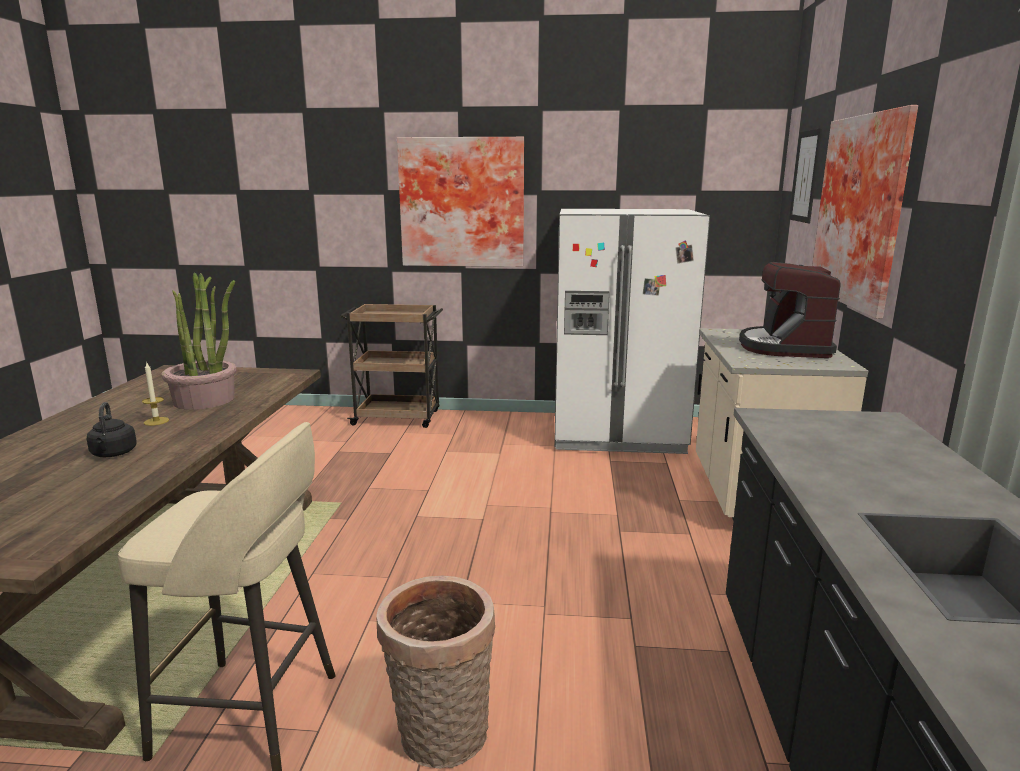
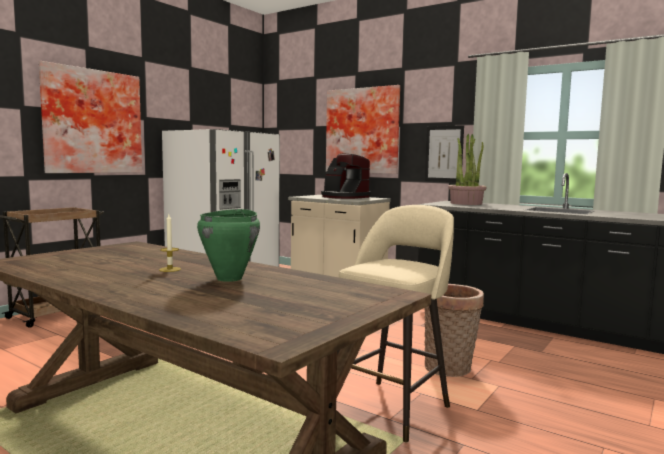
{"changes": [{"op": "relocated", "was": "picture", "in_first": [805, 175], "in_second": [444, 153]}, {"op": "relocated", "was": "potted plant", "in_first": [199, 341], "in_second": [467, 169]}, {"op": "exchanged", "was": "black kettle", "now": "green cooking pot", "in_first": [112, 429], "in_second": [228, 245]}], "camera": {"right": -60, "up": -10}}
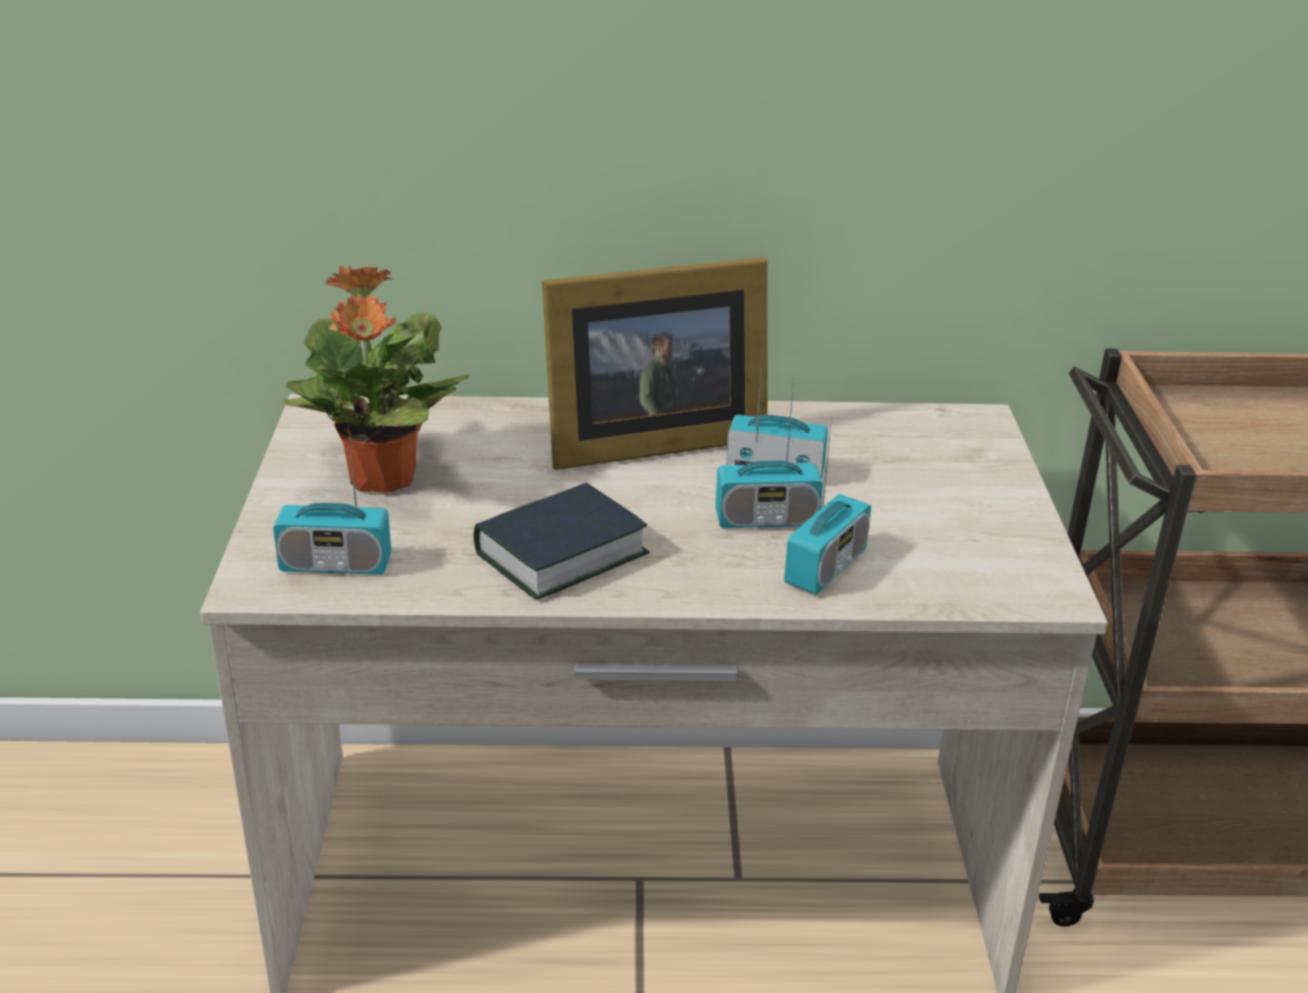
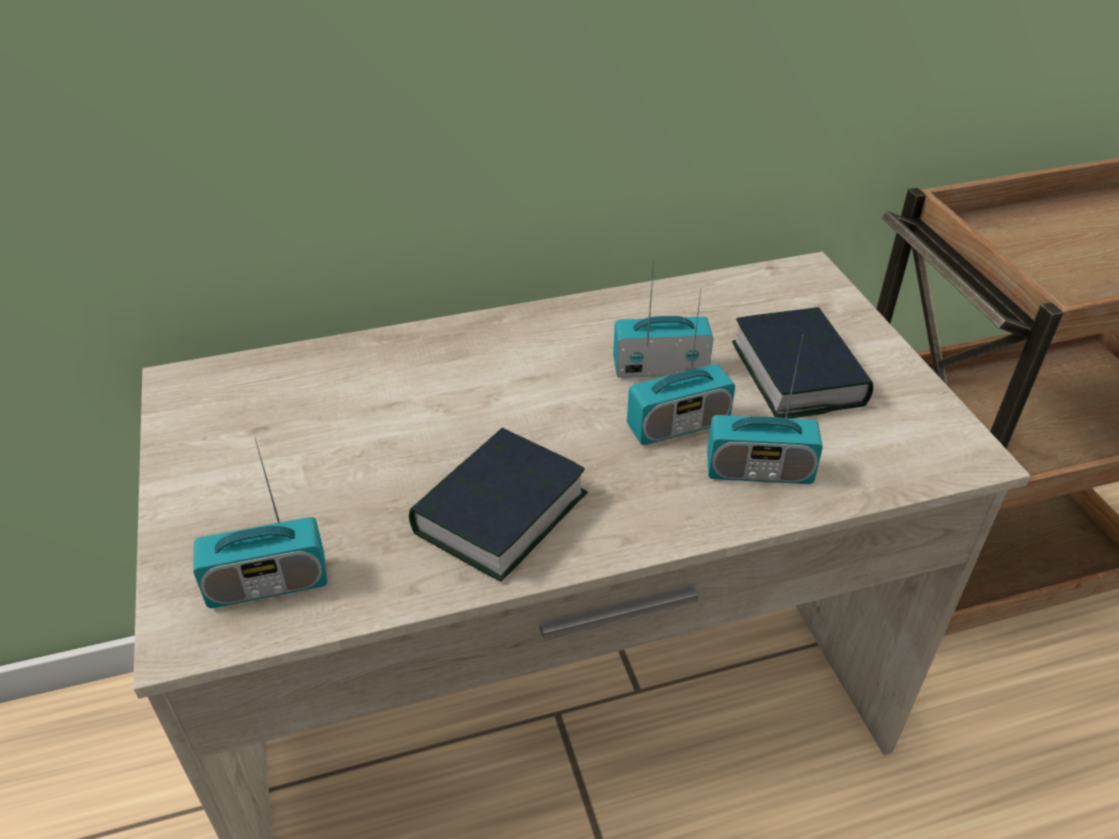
{"changes": [{"op": "missing", "was": "picture frame", "in_first": [655, 363]}, {"op": "missing", "was": "potted plant", "in_first": [375, 379]}, {"op": "spun", "was": "radio", "in_first": [827, 505], "in_second": [765, 410], "clockwise": 75}, {"op": "appeared", "now": "book", "in_second": [802, 362]}], "camera": {"right": -15, "up": 10}}
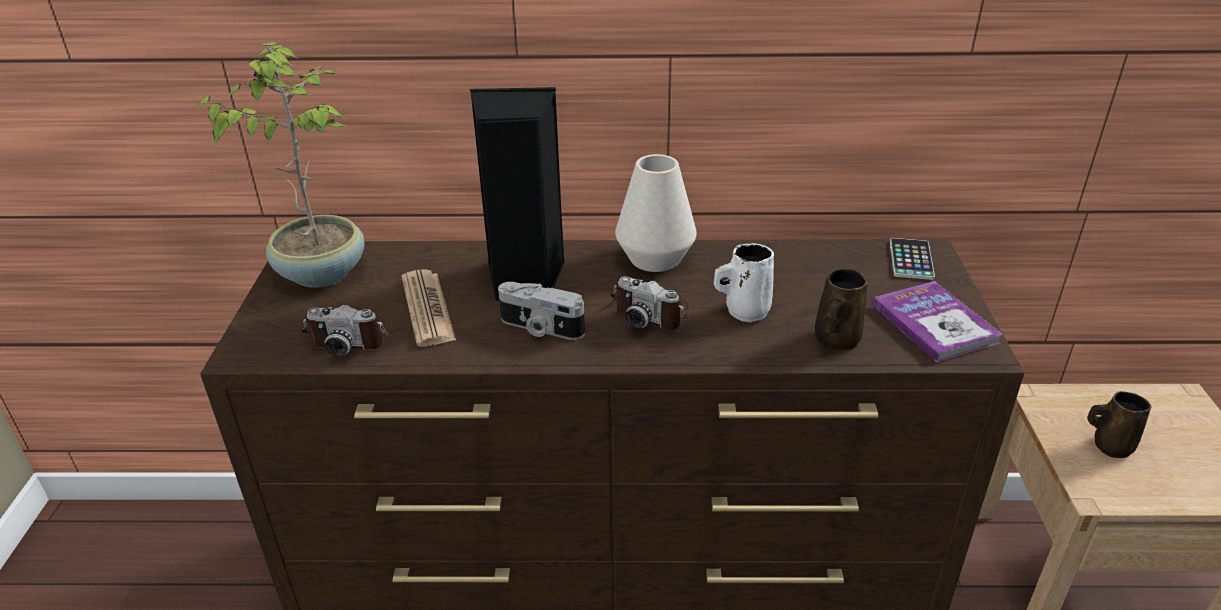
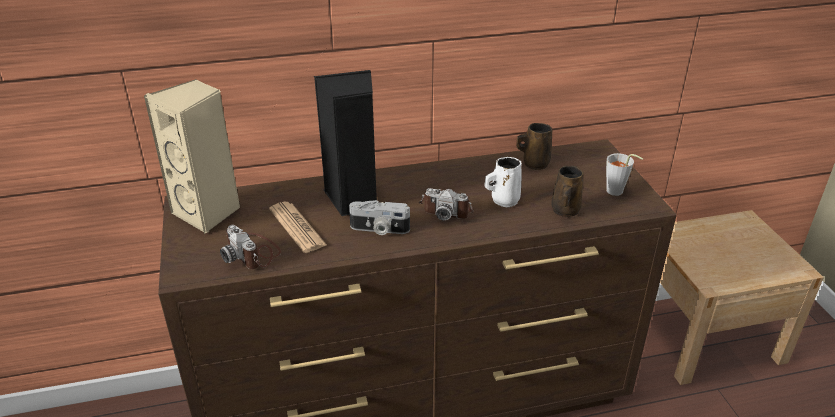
{"changes": [{"op": "exchanged", "was": "potted plant", "now": "beige speaker", "in_first": [280, 165], "in_second": [192, 156]}, {"op": "missing", "was": "white vase", "in_first": [656, 213]}, {"op": "missing", "was": "phone", "in_first": [912, 259]}, {"op": "exchanged", "was": "book", "now": "grey cup", "in_first": [937, 321], "in_second": [624, 174]}, {"op": "spun", "was": "photo camera", "in_first": [346, 330], "in_second": [250, 247], "clockwise": 60}, {"op": "relocated", "was": "brown mug", "in_first": [1119, 424], "in_second": [534, 146]}], "camera": {"right": -15, "up": 0}}
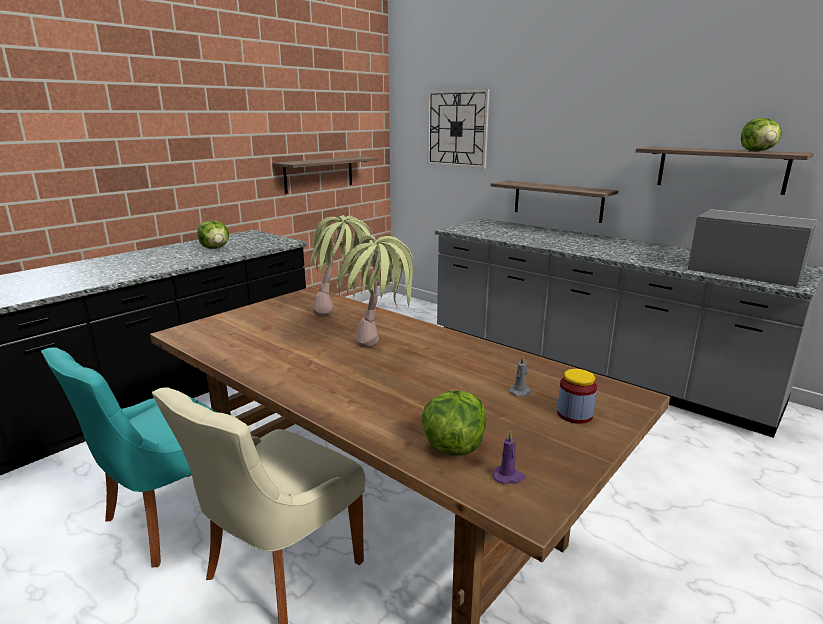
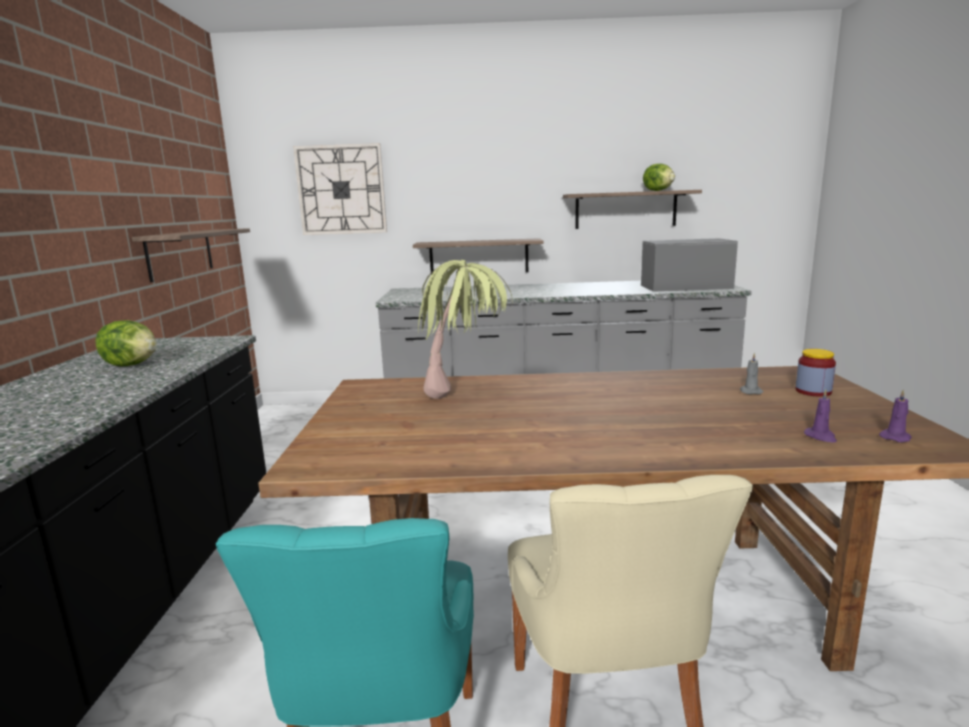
{"changes": [{"op": "missing", "was": "potted plant", "in_first": [376, 291]}, {"op": "exchanged", "was": "lettuce", "now": "purple candle", "in_first": [453, 423], "in_second": [820, 415]}], "camera": {"right": -40, "up": -5}}
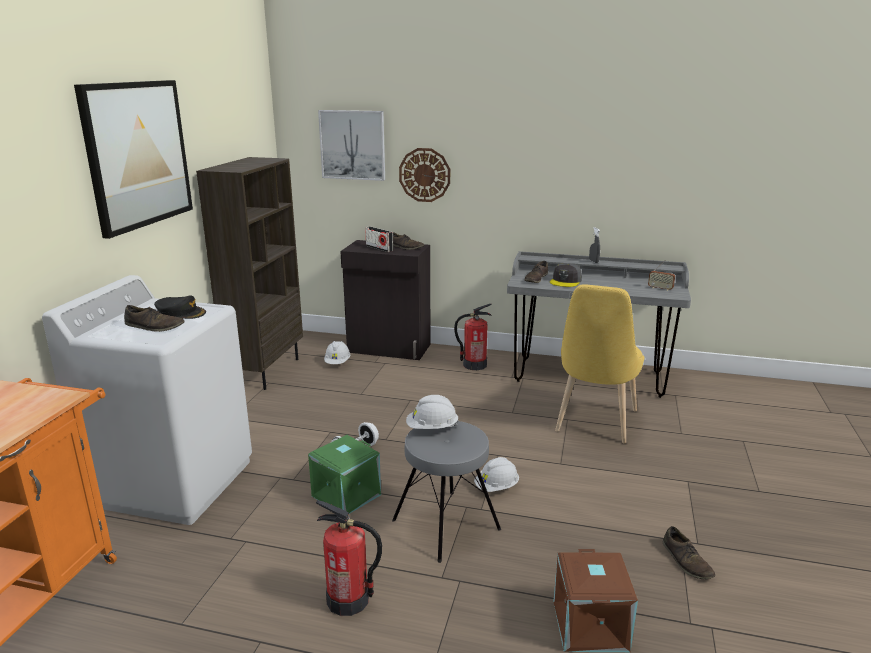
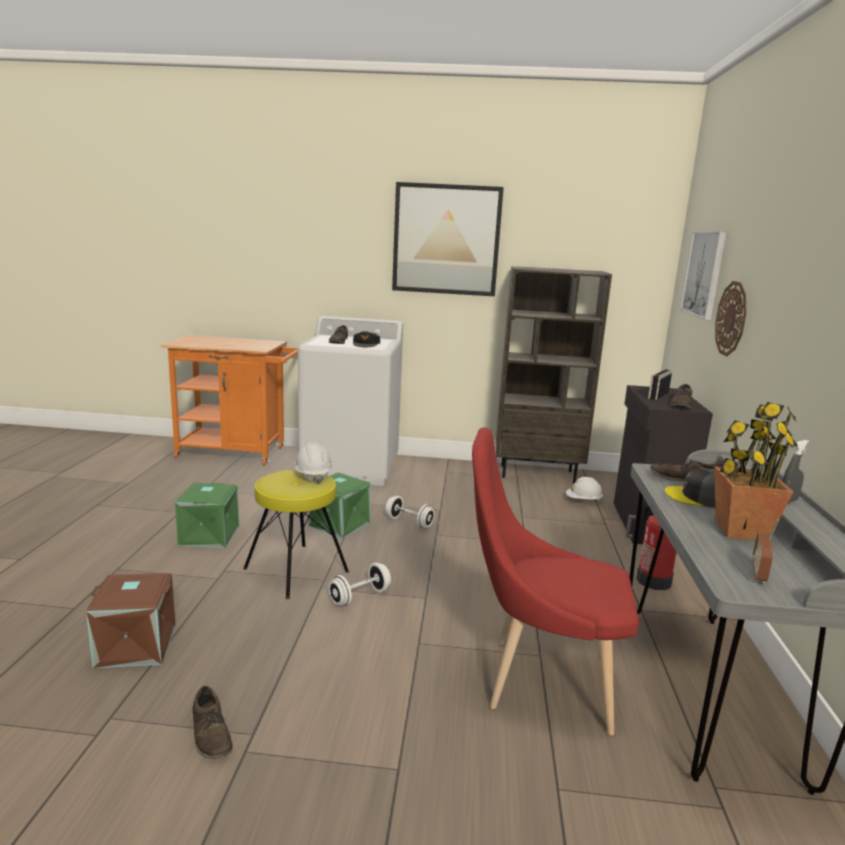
{"changes": [{"op": "colour", "was": "yellow chair", "now": "red chair", "in_first": [600, 364], "in_second": [555, 581]}, {"op": "colour", "was": "grey stool", "now": "yellow stool", "in_first": [446, 492], "in_second": [296, 534]}, {"op": "exchanged", "was": "white hard hat", "now": "white dumbbell", "in_first": [496, 474], "in_second": [360, 584]}, {"op": "exchanged", "was": "fire extinguisher", "now": "green storage box", "in_first": [349, 558], "in_second": [207, 515]}, {"op": "spun", "was": "brown shoe", "in_first": [689, 553], "in_second": [213, 722], "clockwise": -90}, {"op": "appeared", "now": "potted plant", "in_second": [756, 471]}], "camera": {"right": 80, "up": -5}}
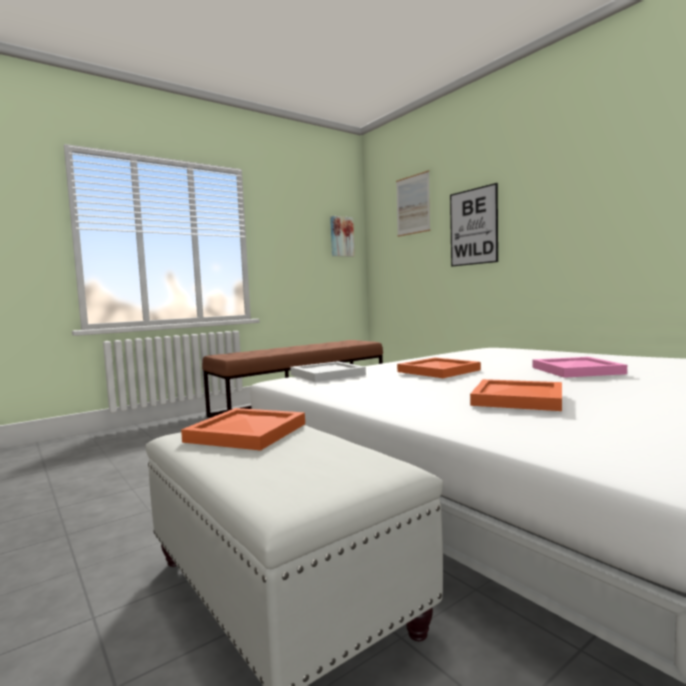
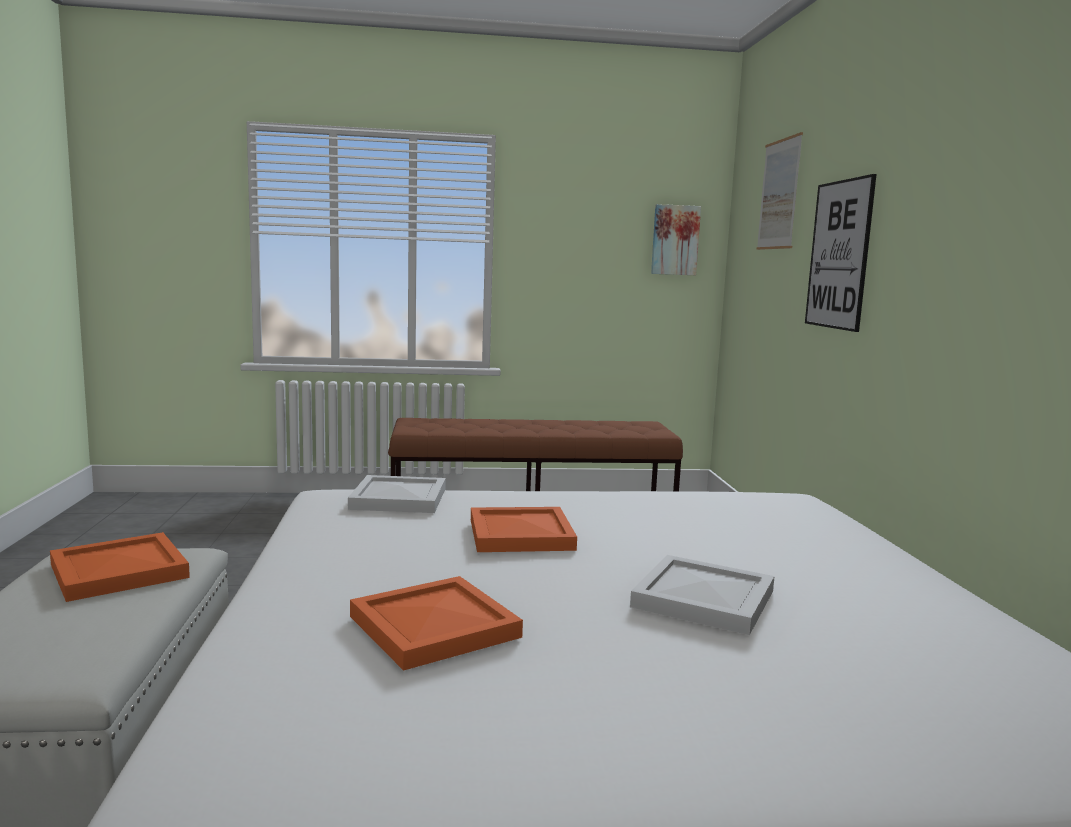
{"changes": [{"op": "colour", "was": "pink tray", "now": "white tray", "in_first": [580, 367], "in_second": [702, 595]}], "camera": {"right": 30, "up": 5}}
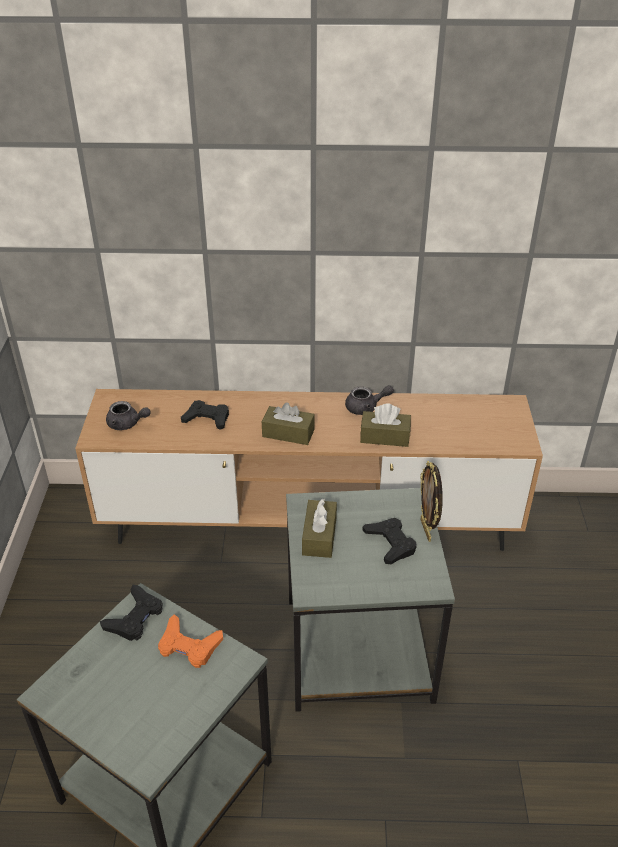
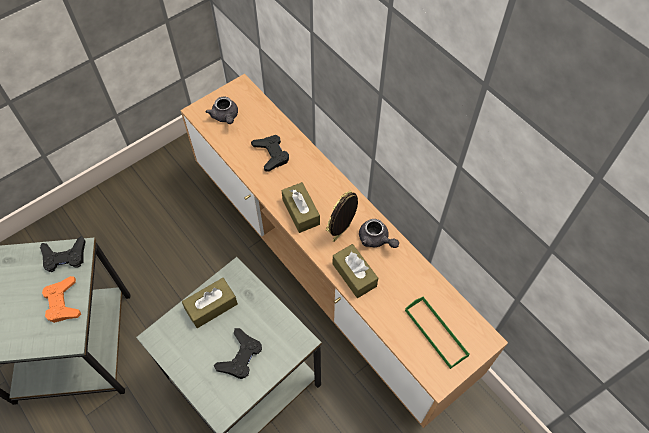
{"changes": [{"op": "relocated", "was": "picture frame", "in_first": [431, 501], "in_second": [342, 216]}, {"op": "appeared", "now": "green tray", "in_second": [437, 332]}], "camera": {"right": 50, "up": 20}}
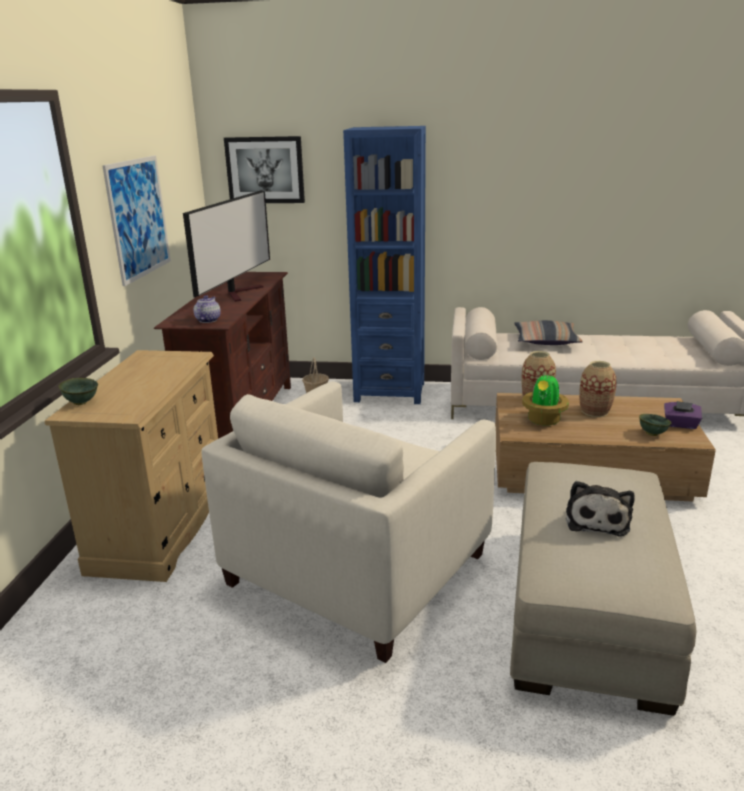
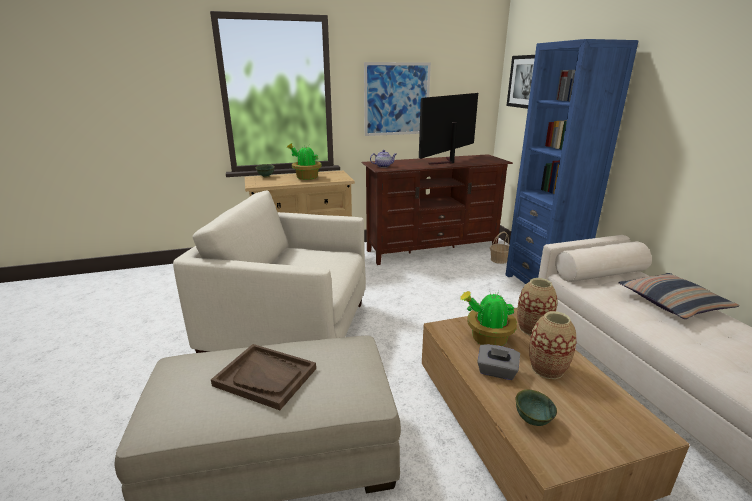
{"changes": [{"op": "spun", "was": "television", "in_first": [226, 246], "in_second": [448, 129], "clockwise": 135}, {"op": "missing", "was": "purple tissue box", "in_first": [683, 415]}, {"op": "exchanged", "was": "plush toy", "now": "brown tray", "in_first": [600, 508], "in_second": [263, 377]}, {"op": "appeared", "now": "potted plant", "in_second": [304, 161]}, {"op": "appeared", "now": "grey tissue box", "in_second": [498, 362]}], "camera": {"right": 65, "up": 0}}
